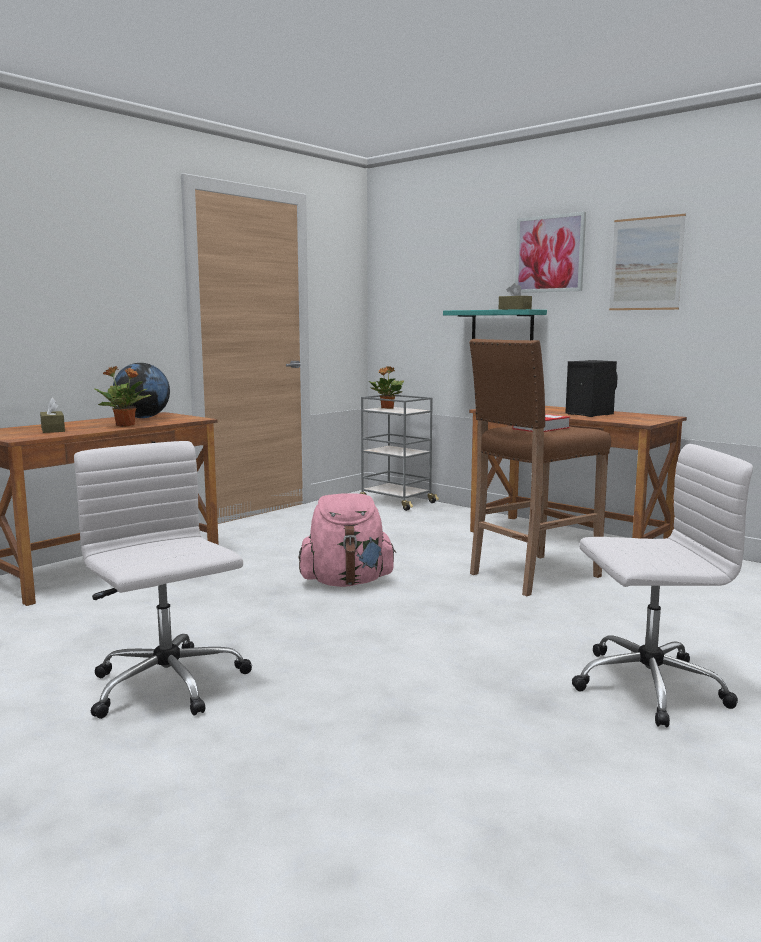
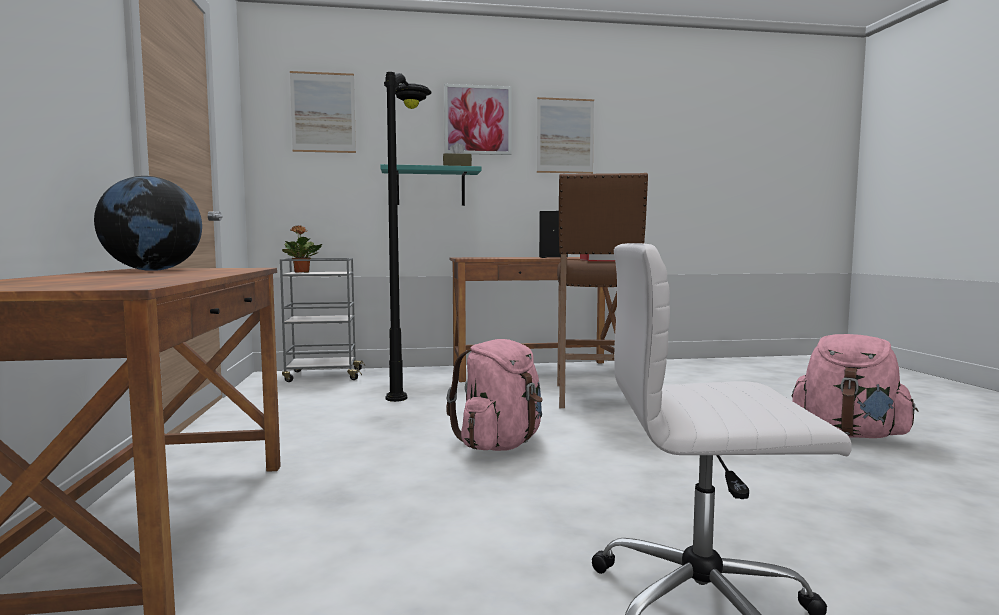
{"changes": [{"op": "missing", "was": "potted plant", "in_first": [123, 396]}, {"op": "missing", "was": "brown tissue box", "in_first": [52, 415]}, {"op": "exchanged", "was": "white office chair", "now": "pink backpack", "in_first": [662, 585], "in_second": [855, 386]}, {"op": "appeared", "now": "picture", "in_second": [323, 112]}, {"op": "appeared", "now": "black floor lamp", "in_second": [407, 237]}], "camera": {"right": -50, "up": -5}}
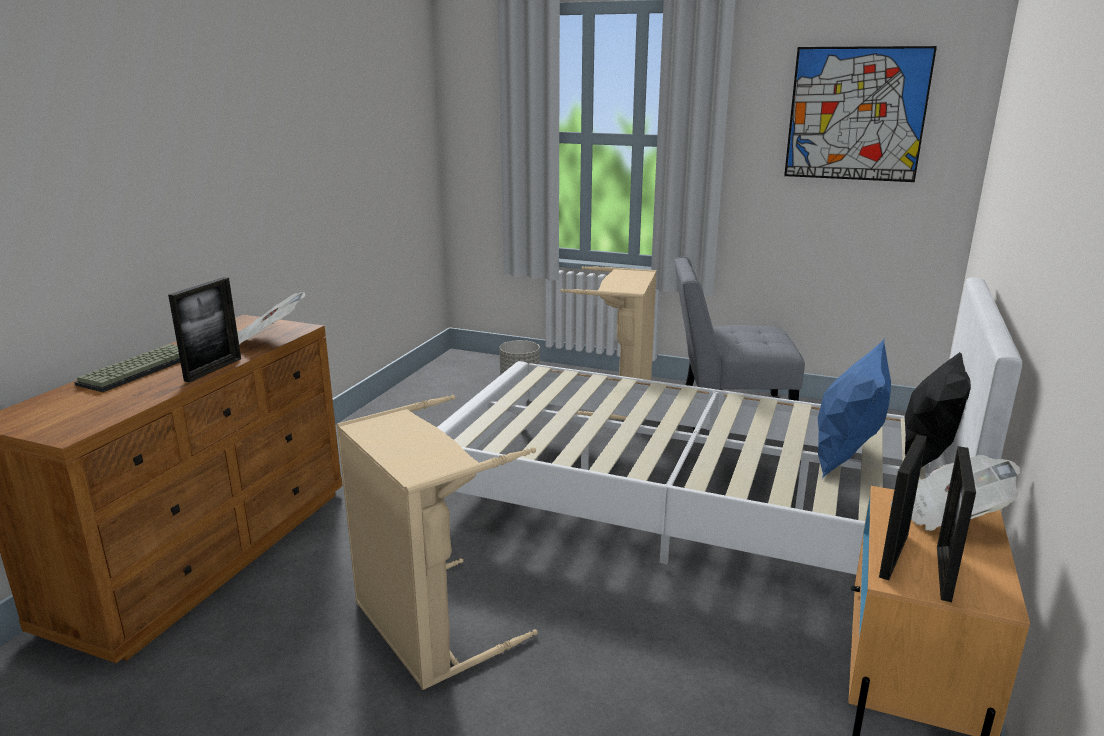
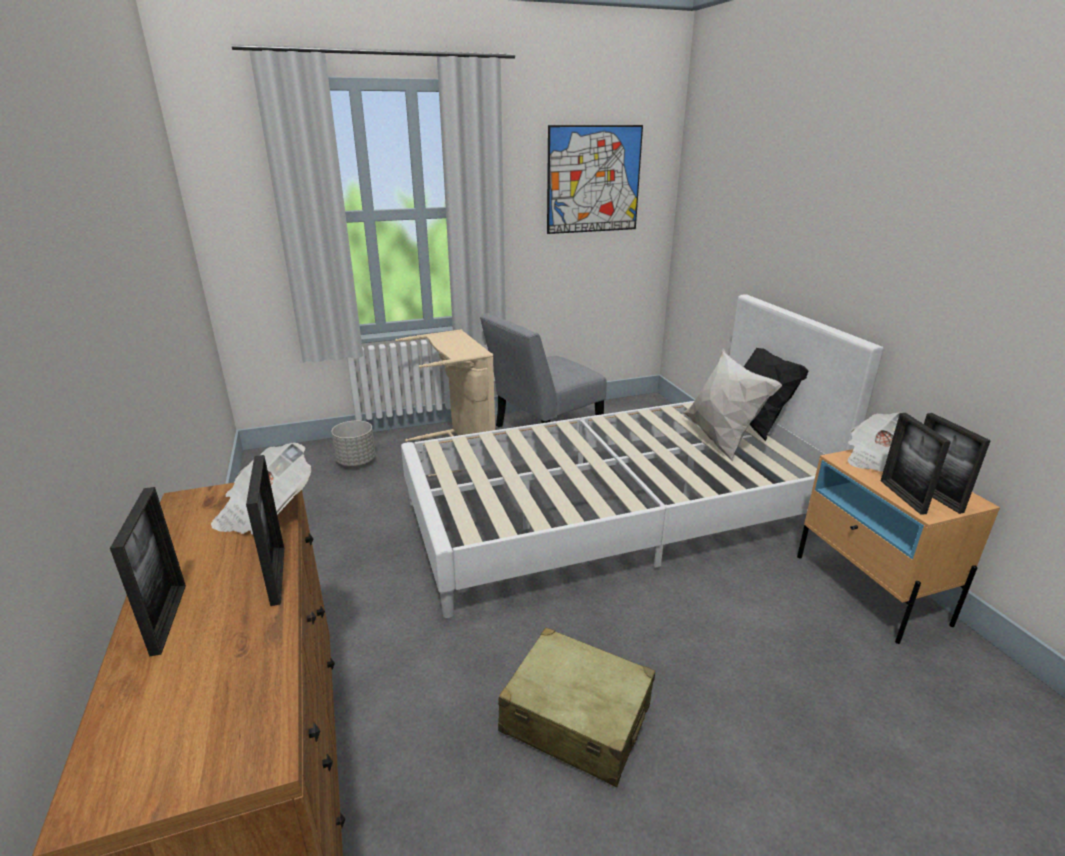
{"changes": [{"op": "colour", "was": "blue pillow", "now": "white pillow", "in_first": [854, 408], "in_second": [732, 404]}, {"op": "exchanged", "was": "keyboard", "now": "picture frame", "in_first": [127, 368], "in_second": [148, 571]}, {"op": "exchanged", "was": "beige laundry basket", "now": "beige suitcase", "in_first": [437, 542], "in_second": [576, 707]}], "camera": {"right": -40, "up": 5}}
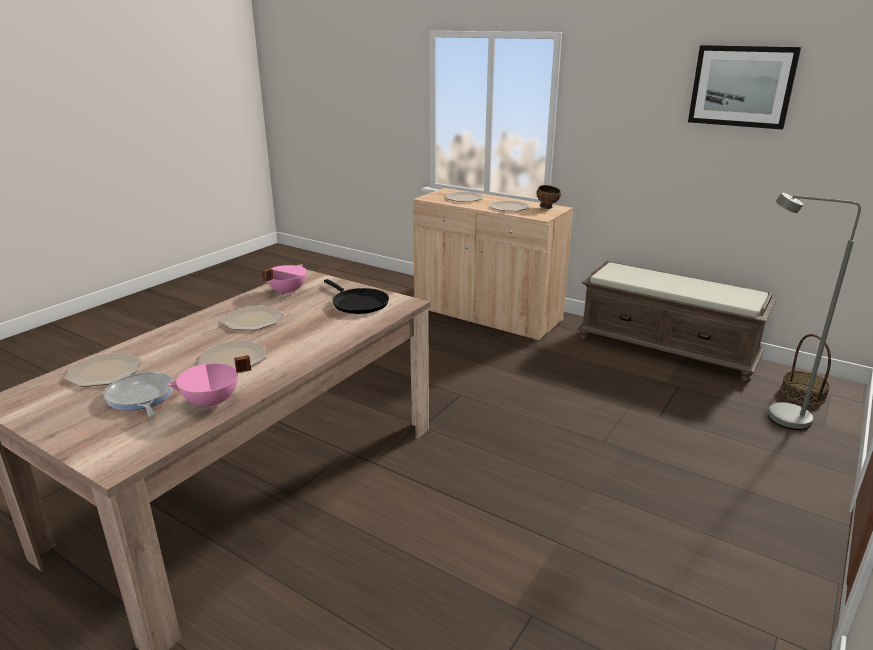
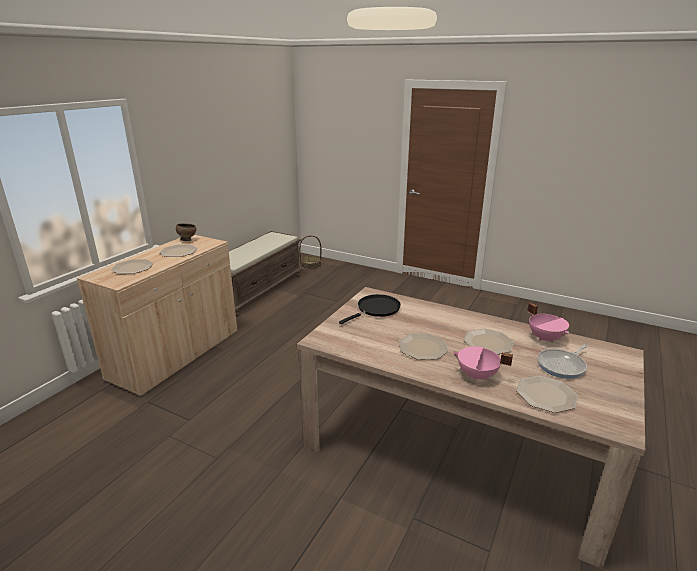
{"changes": [{"op": "missing", "was": "picture", "in_first": [744, 87]}, {"op": "missing", "was": "grey floor lamp", "in_first": [814, 311]}, {"op": "relocated", "was": "pink cooking pot", "in_first": [284, 279], "in_second": [483, 363]}], "camera": {"right": -95, "up": 0}}
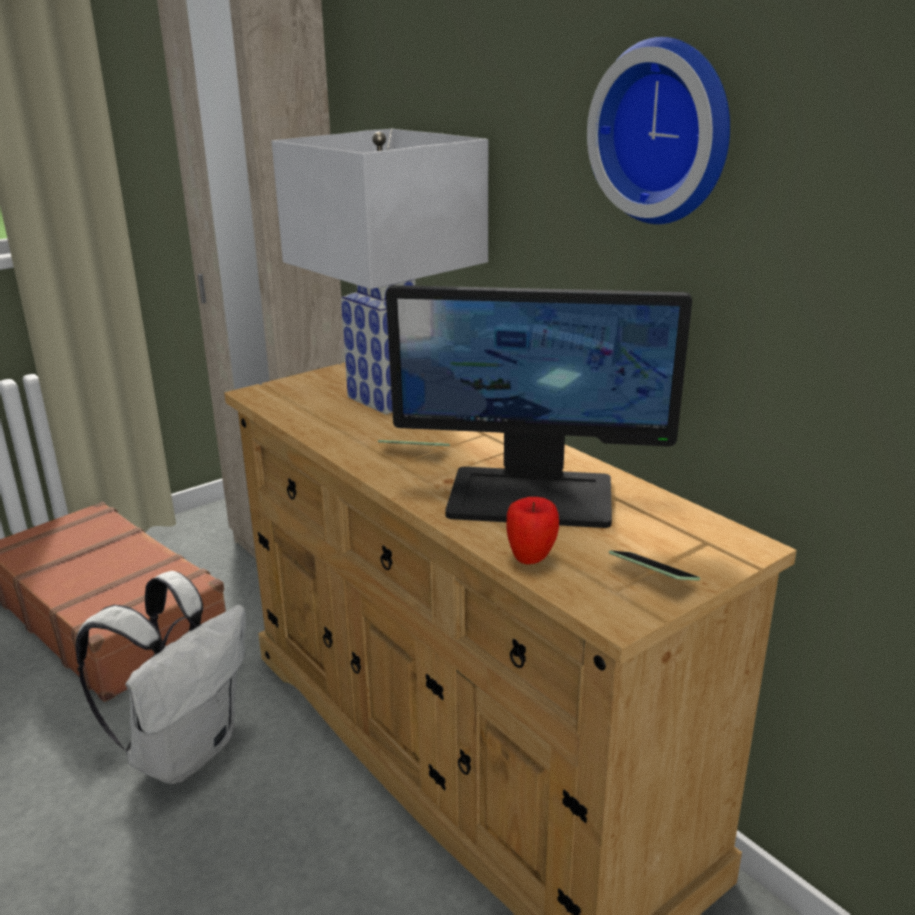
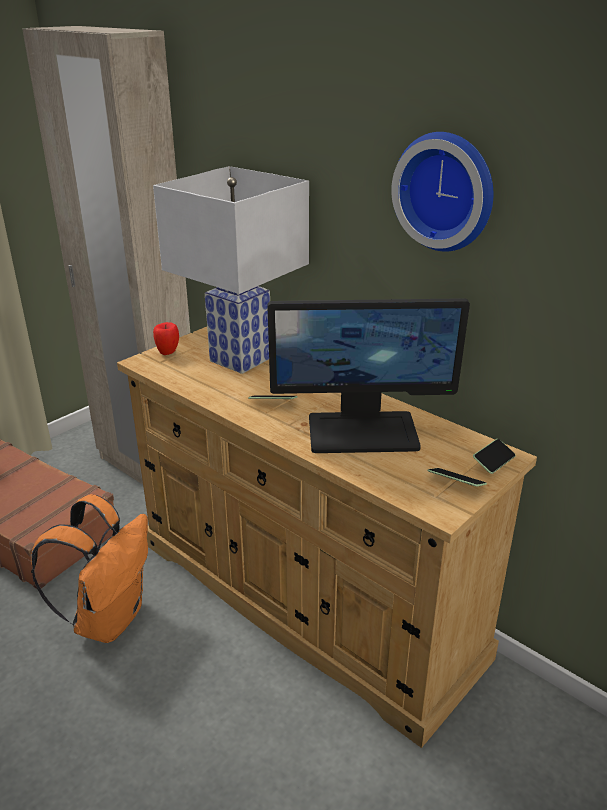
{"changes": [{"op": "relocated", "was": "apple", "in_first": [532, 530], "in_second": [166, 338]}, {"op": "colour", "was": "white backpack", "now": "orange backpack", "in_first": [161, 677], "in_second": [89, 568]}, {"op": "appeared", "now": "phone", "in_second": [494, 456]}], "camera": {"right": -10, "up": 5}}
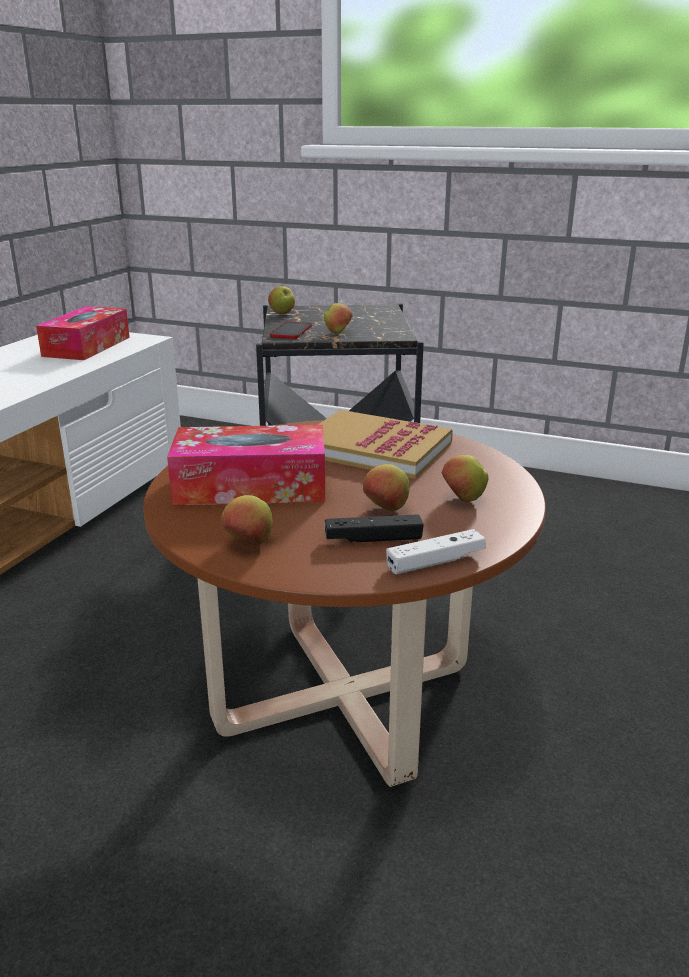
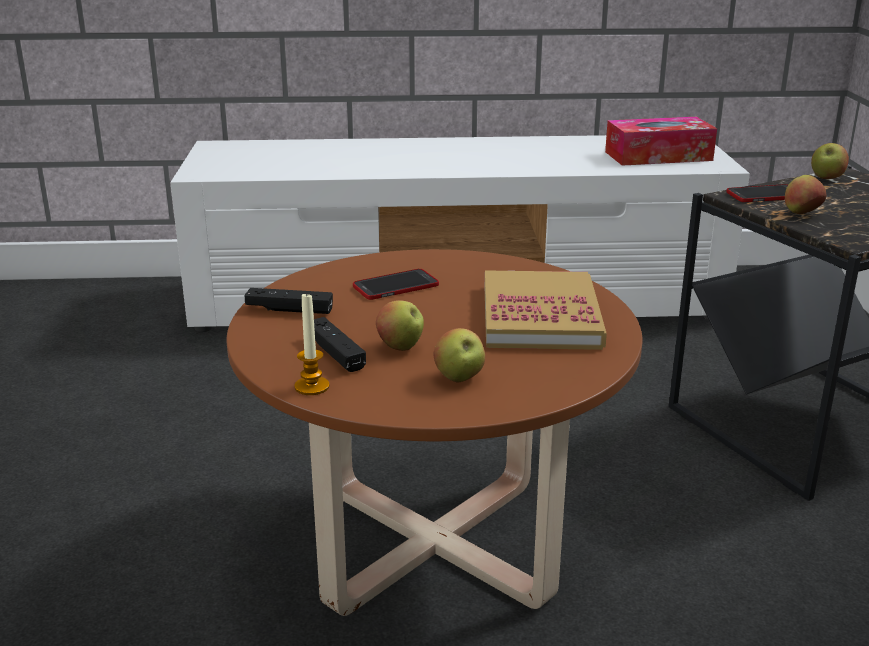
{"changes": [{"op": "exchanged", "was": "tissue box", "now": "phone", "in_first": [246, 465], "in_second": [396, 284]}, {"op": "exchanged", "was": "apple", "now": "black game controller", "in_first": [247, 520], "in_second": [289, 301]}, {"op": "exchanged", "was": "white game controller", "now": "candle", "in_first": [436, 551], "in_second": [312, 343]}], "camera": {"right": 65, "up": 0}}
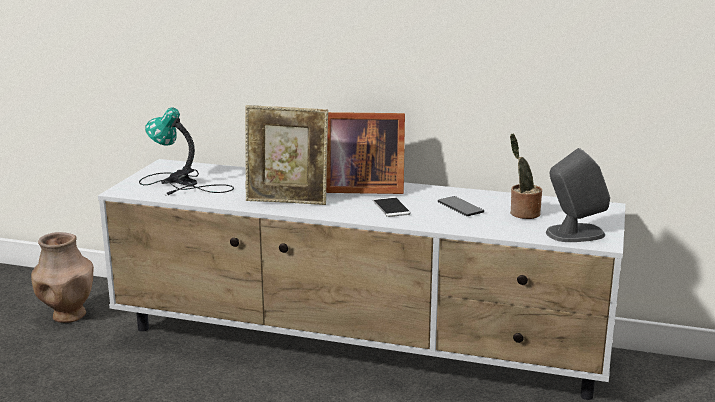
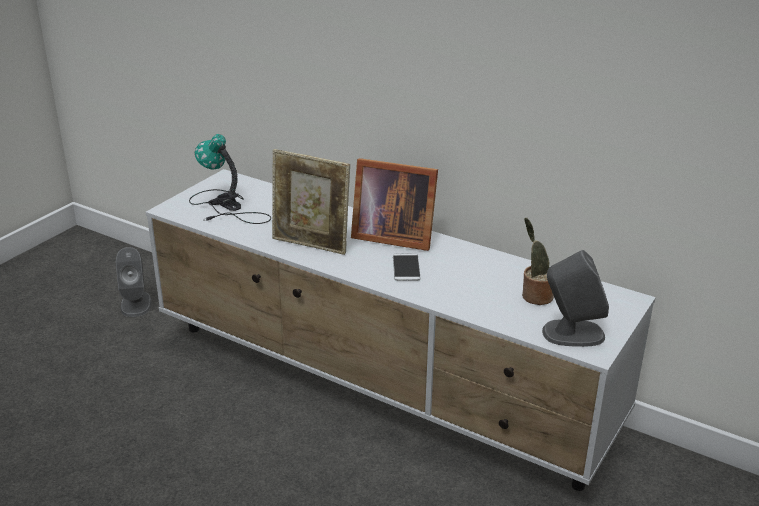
{"changes": [{"op": "missing", "was": "phone", "in_first": [461, 206]}, {"op": "exchanged", "was": "brown vase", "now": "grey speaker", "in_first": [62, 277], "in_second": [134, 282]}], "camera": {"right": 15, "up": 10}}
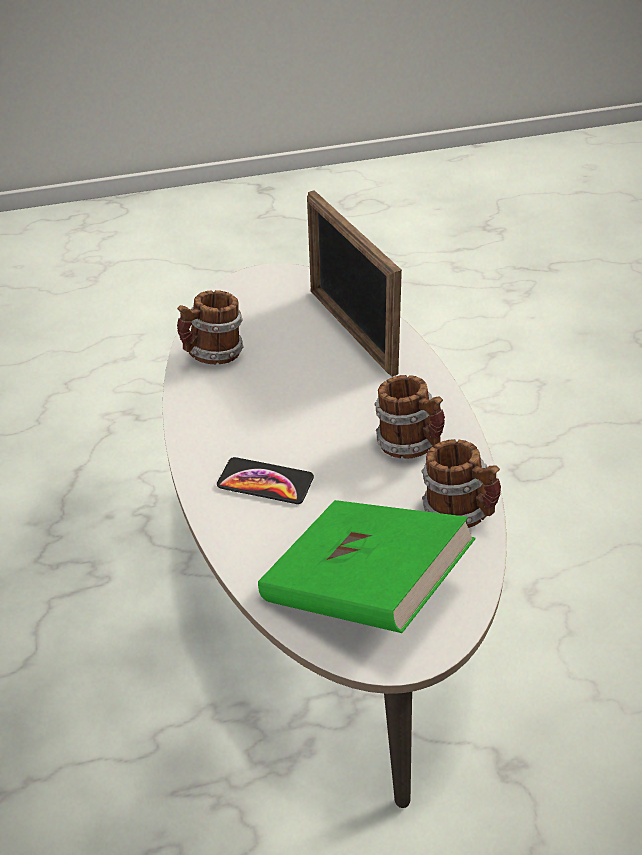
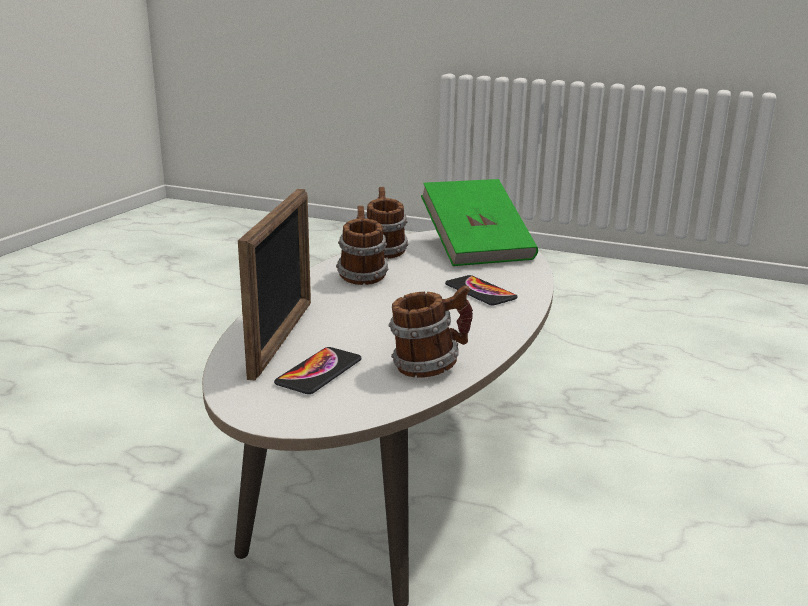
{"changes": [{"op": "appeared", "now": "phone", "in_second": [317, 370]}], "camera": {"right": -145, "up": -20}}
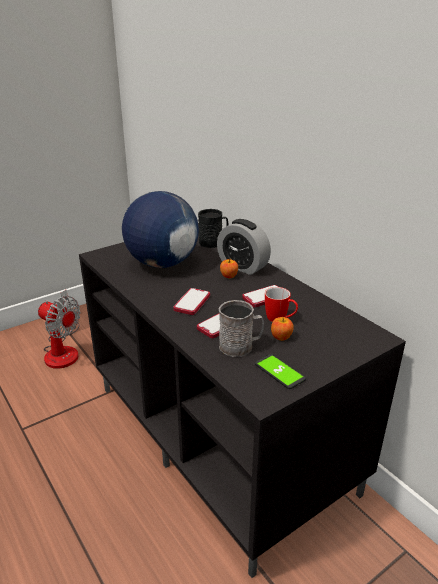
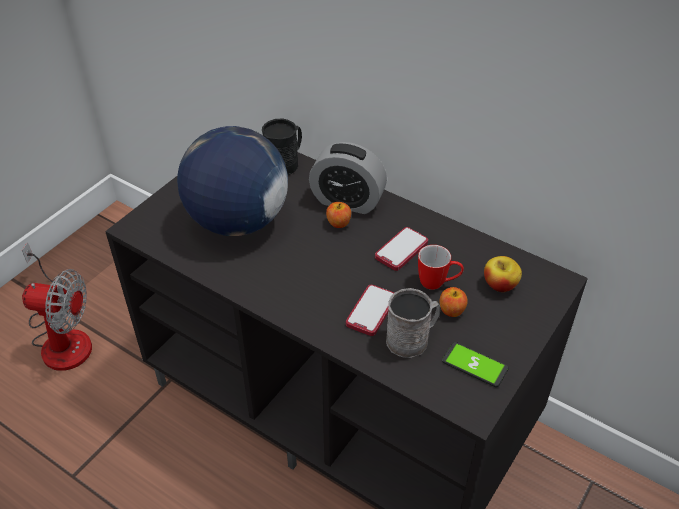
{"changes": [{"op": "missing", "was": "phone", "in_first": [191, 301]}, {"op": "appeared", "now": "apple", "in_second": [503, 274]}], "camera": {"right": -20, "up": 15}}
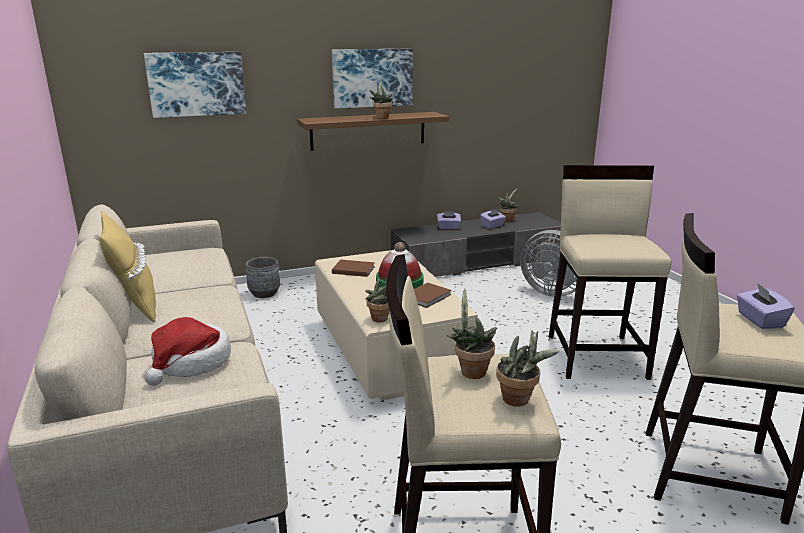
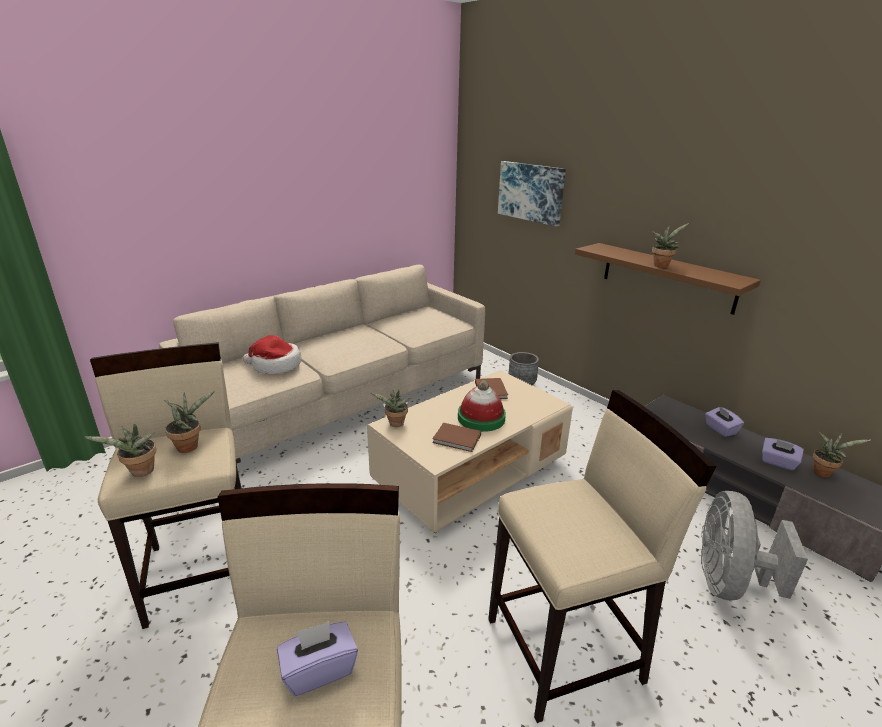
{"changes": [{"op": "missing", "was": "picture", "in_first": [372, 79]}, {"op": "missing", "was": "yellow pillow", "in_first": [128, 266]}], "camera": {"right": 70, "up": 5}}
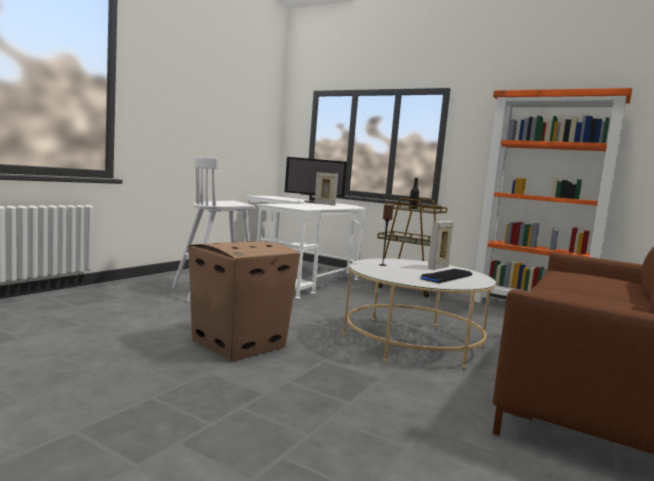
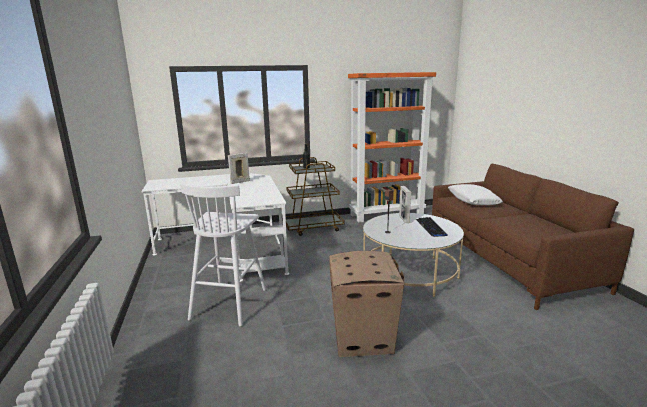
{"changes": [{"op": "missing", "was": "monitor", "in_first": [316, 180]}, {"op": "appeared", "now": "white pillow", "in_second": [475, 194]}], "camera": {"right": -45, "up": 10}}
